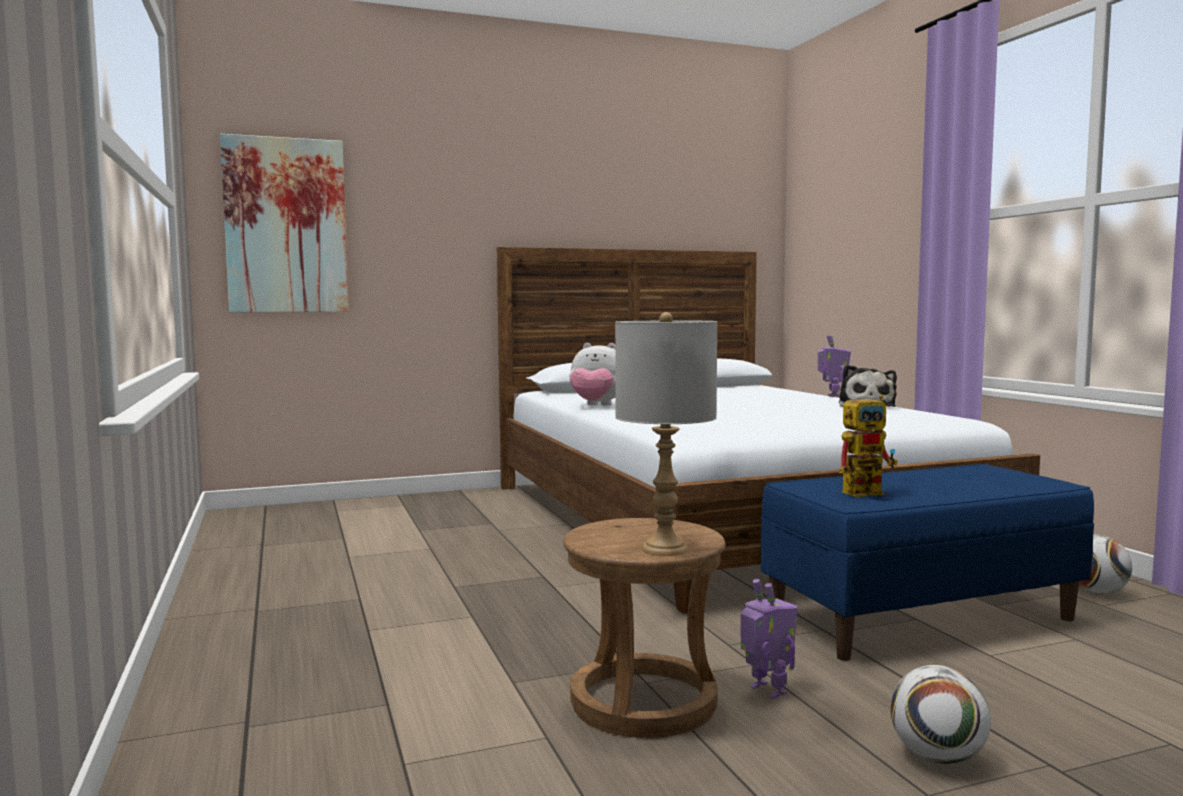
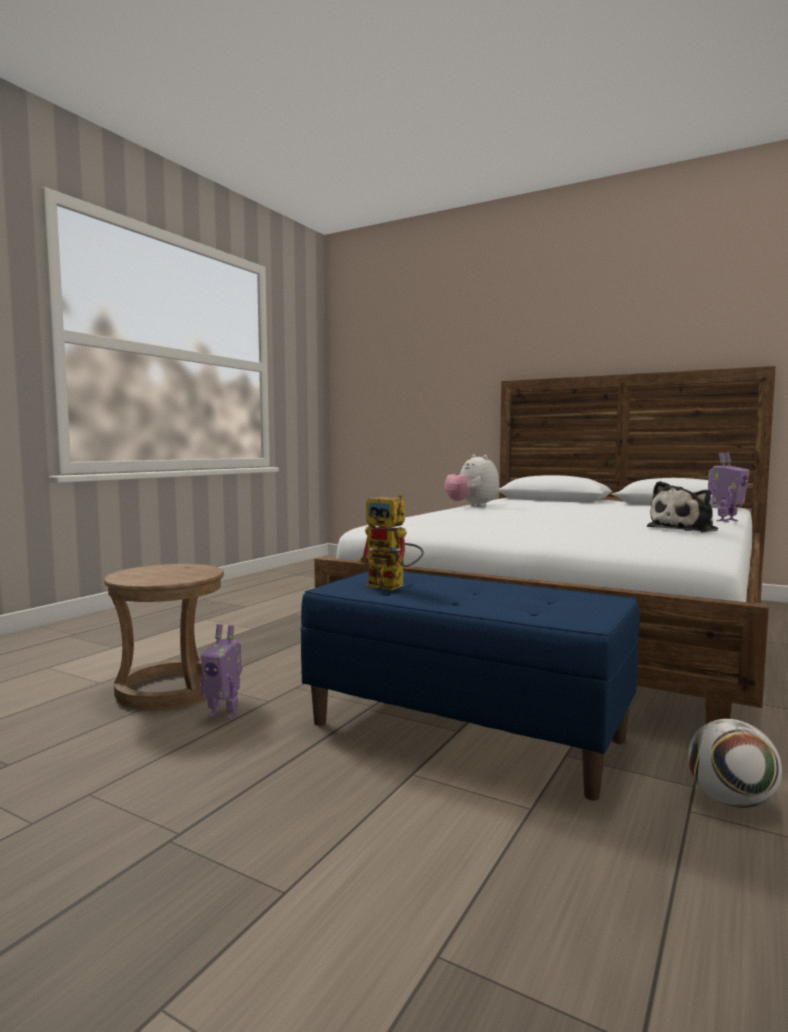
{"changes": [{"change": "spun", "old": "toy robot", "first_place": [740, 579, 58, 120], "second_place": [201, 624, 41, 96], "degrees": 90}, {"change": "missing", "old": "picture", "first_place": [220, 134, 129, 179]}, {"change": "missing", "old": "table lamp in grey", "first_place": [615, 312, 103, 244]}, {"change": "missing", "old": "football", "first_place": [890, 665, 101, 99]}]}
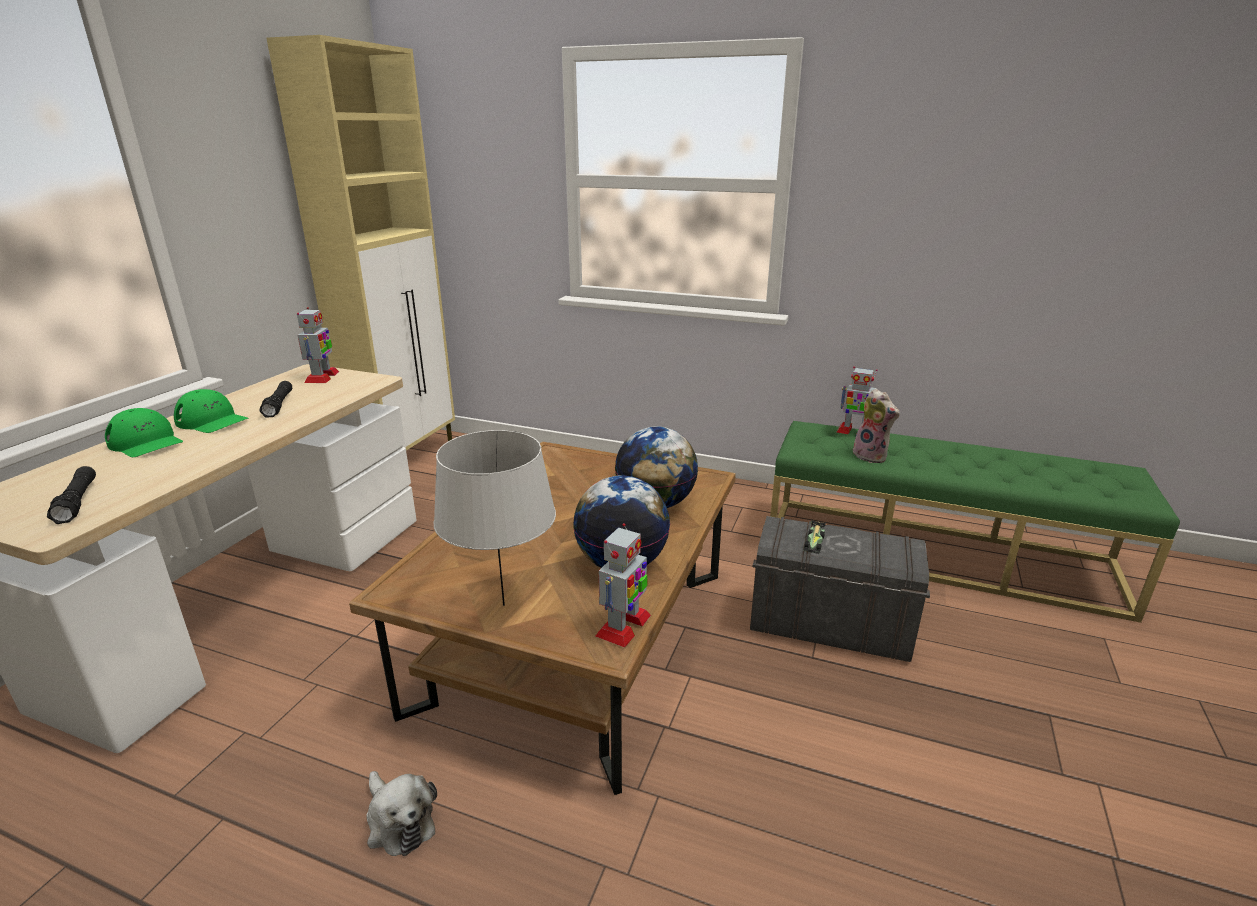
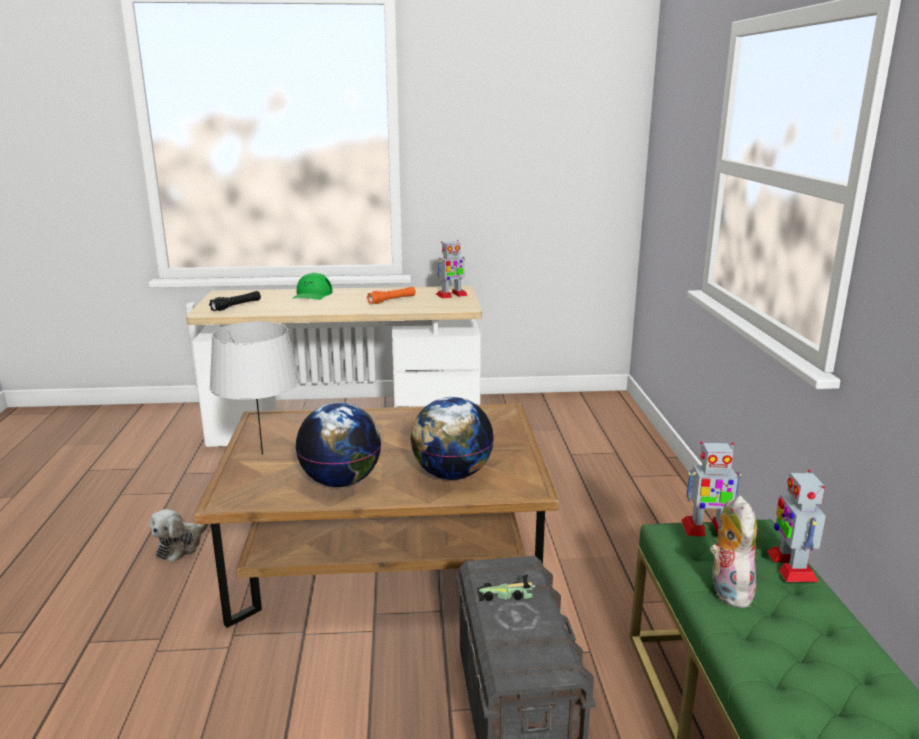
{"changes": [{"change": "colour", "old": "flashlight in black", "new": "flashlight in orange", "first_place": [259, 381, 33, 37], "second_place": [367, 287, 49, 17]}, {"change": "relocated", "old": "toy robot", "first_place": [595, 523, 56, 125], "second_place": [681, 441, 61, 95]}, {"change": "spun", "old": "plush toy", "first_place": [852, 389, 48, 74], "second_place": [710, 496, 47, 112], "degrees": 150}, {"change": "missing", "old": "cap in green", "first_place": [174, 389, 75, 44]}, {"change": "missing", "old": "cabinet in beige", "first_place": [267, 35, 188, 415]}]}
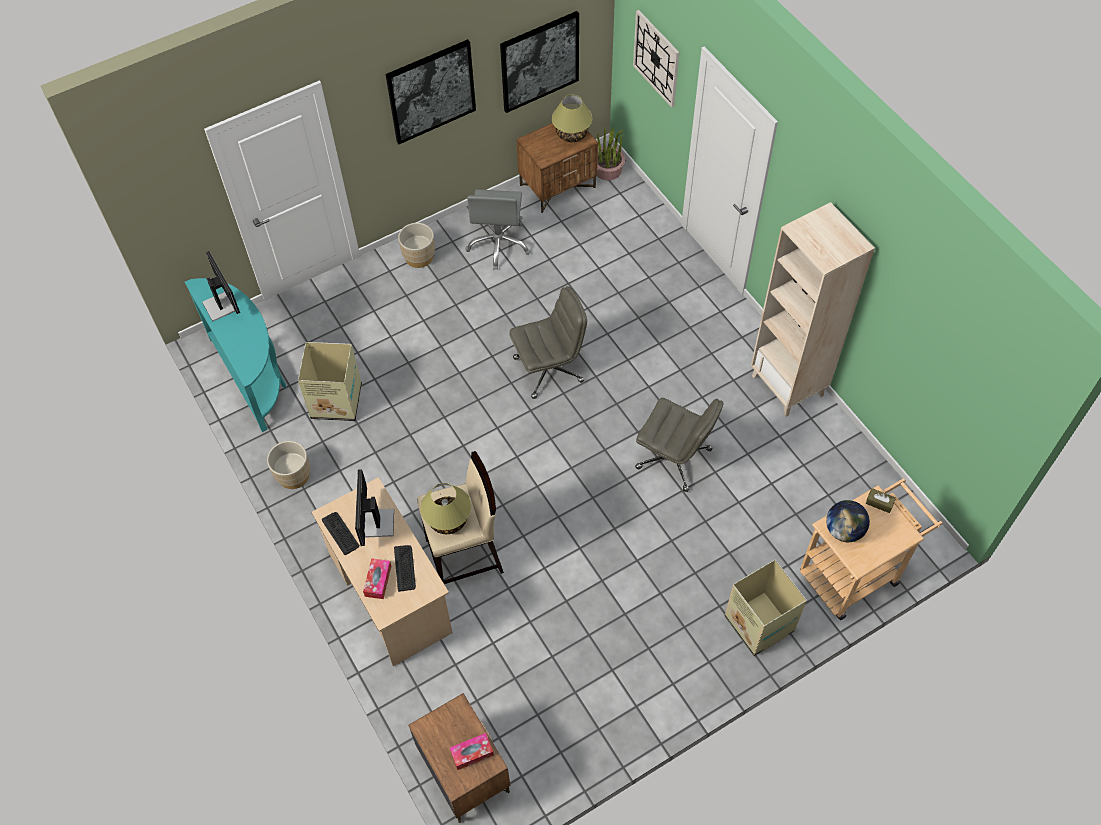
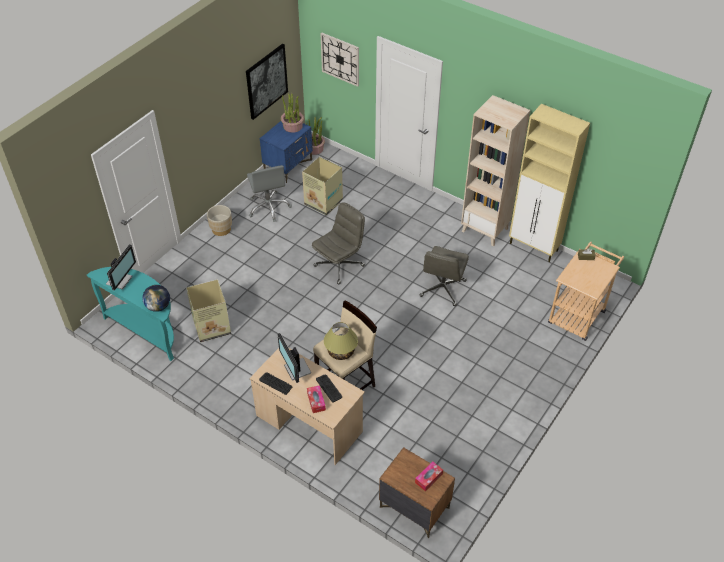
{"changes": [{"change": "spun", "old": "monitor", "first_place": [202, 251, 38, 70], "second_place": [106, 245, 30, 46], "degrees": 75}, {"change": "relocated", "old": "globe", "first_place": [826, 500, 44, 42], "second_place": [142, 285, 28, 27]}, {"change": "colour", "old": "nightstand in brown", "new": "nightstand in blue", "first_place": [516, 123, 82, 90], "second_place": [260, 121, 53, 62]}, {"change": "exchanged", "old": "table lamp", "new": "potted plant", "first_place": [552, 95, 41, 47], "second_place": [281, 93, 23, 40]}, {"change": "relocated", "old": "cardboard box", "first_place": [725, 560, 82, 96], "second_place": [302, 157, 41, 58]}, {"change": "spun", "old": "office chair in grey", "first_place": [635, 398, 89, 94], "second_place": [420, 246, 49, 60], "degrees": 105}, {"change": "appeared", "new": "cabinet in beige", "second_place": [509, 104, 81, 158]}, {"change": "missing", "old": "planter in beige", "first_place": [267, 441, 43, 48]}, {"change": "missing", "old": "picture", "first_place": [385, 39, 91, 105]}]}
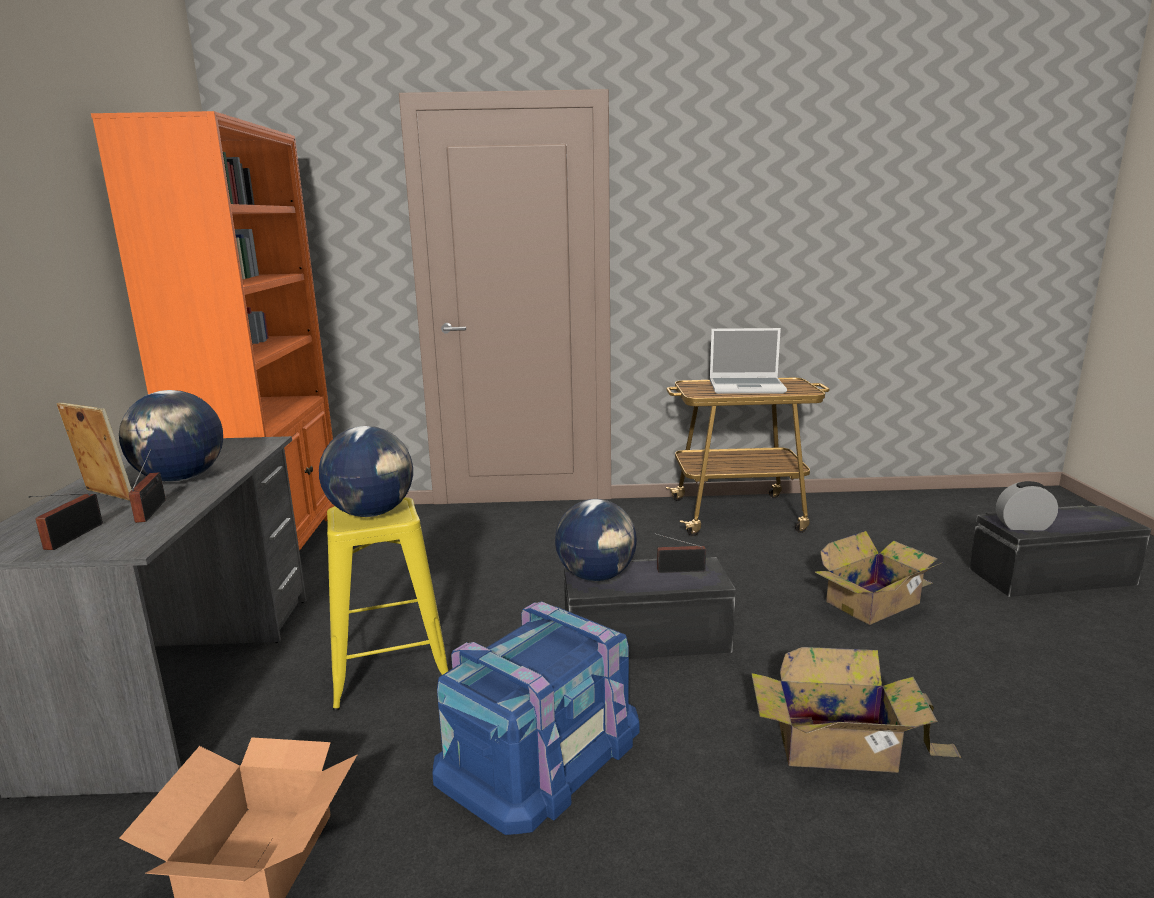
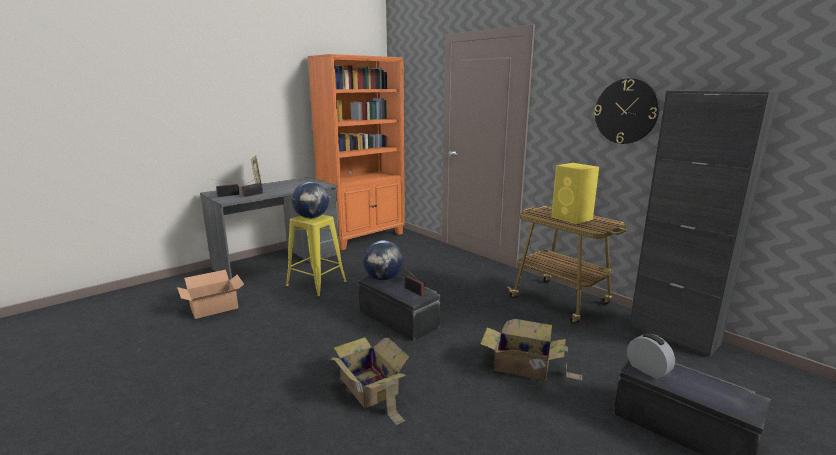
{"changes": [{"change": "exchanged", "old": "laptop", "new": "speaker in yellow", "first_place": [710, 328, 77, 66], "second_place": [551, 163, 48, 61]}, {"change": "appeared", "new": "wall clock", "second_place": [594, 78, 65, 66]}, {"change": "appeared", "new": "cabinet in black", "second_place": [629, 90, 151, 268]}, {"change": "missing", "old": "globe", "first_place": [119, 390, 104, 92]}, {"change": "missing", "old": "storage box in blue", "first_place": [433, 602, 207, 233]}]}
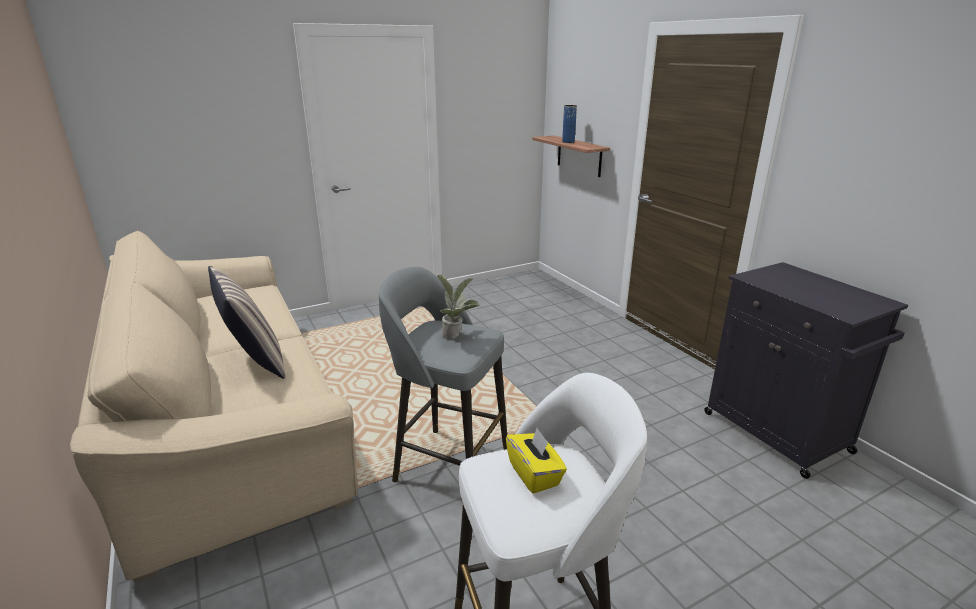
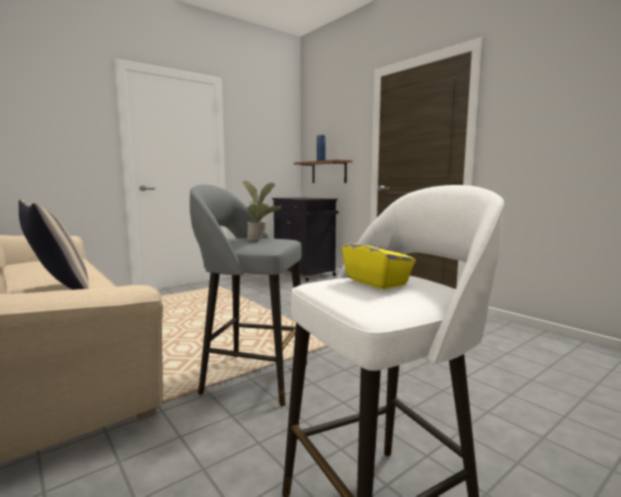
{"changes": [{"change": "relocated", "old": "cabinet in black", "first_place": [704, 262, 204, 217], "second_place": [272, 197, 67, 84]}]}
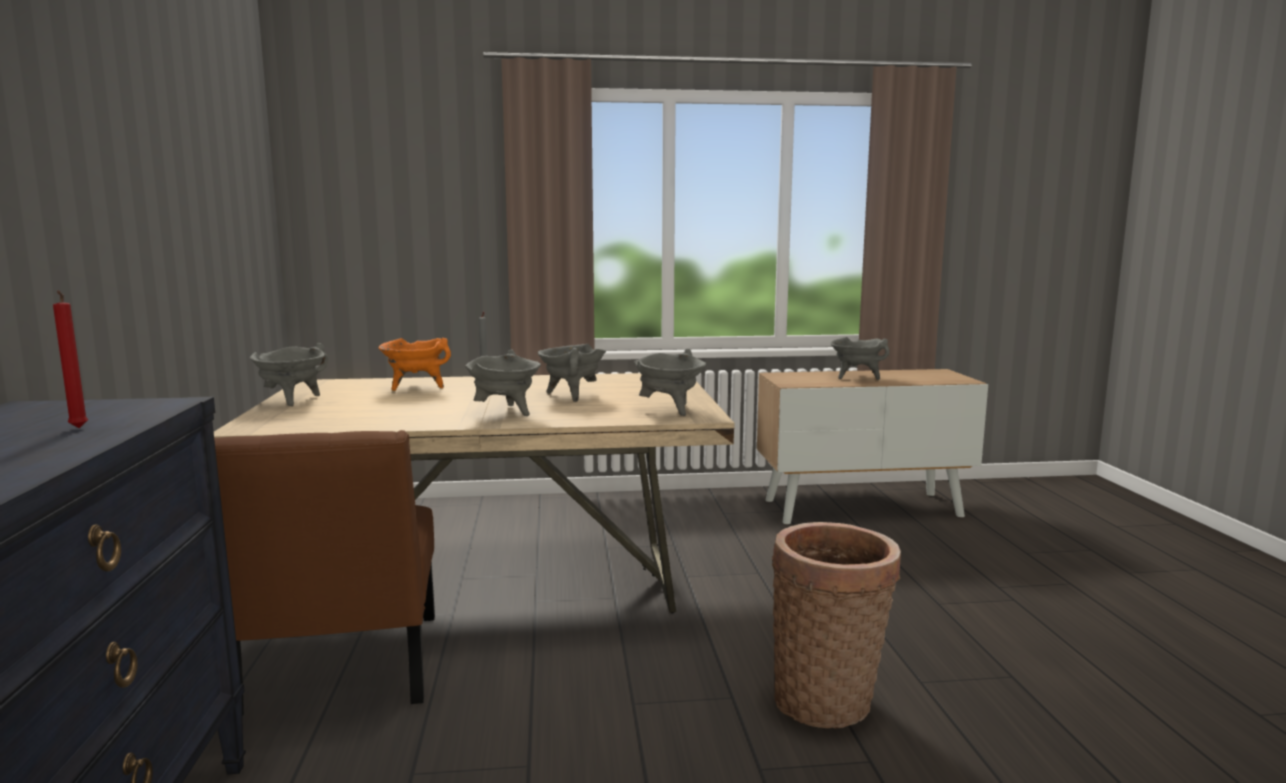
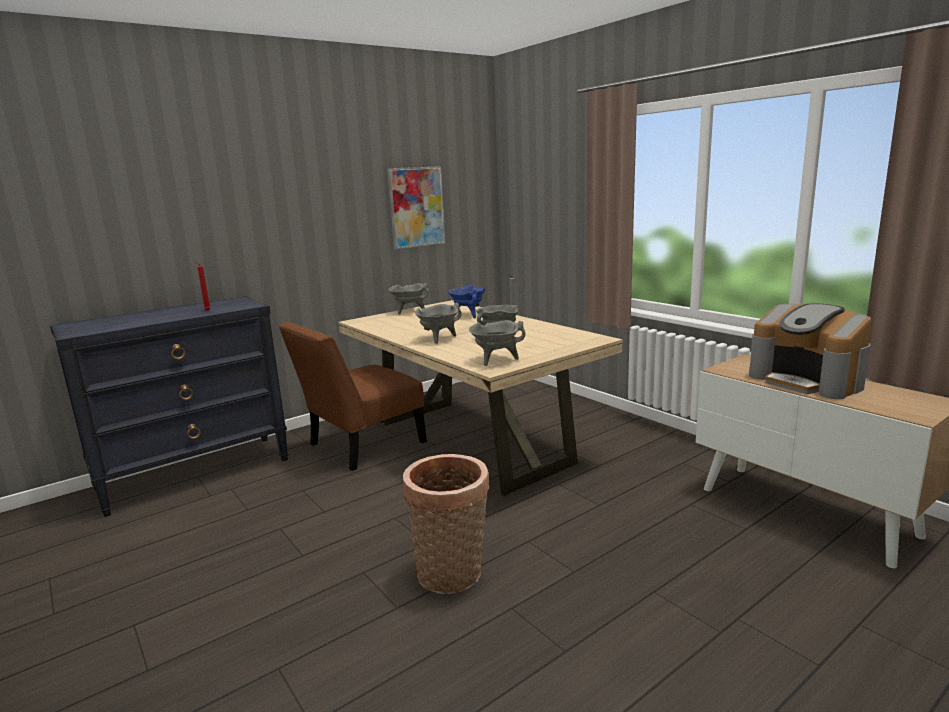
{"changes": [{"change": "appeared", "new": "picture", "second_place": [387, 166, 59, 83]}, {"change": "colour", "old": "cooking pot in orange", "new": "cooking pot in blue", "first_place": [378, 338, 73, 53], "second_place": [448, 285, 37, 33]}, {"change": "exchanged", "old": "cooking pot in grey", "new": "coffee machine", "first_place": [830, 337, 59, 43], "second_place": [749, 303, 123, 96]}]}
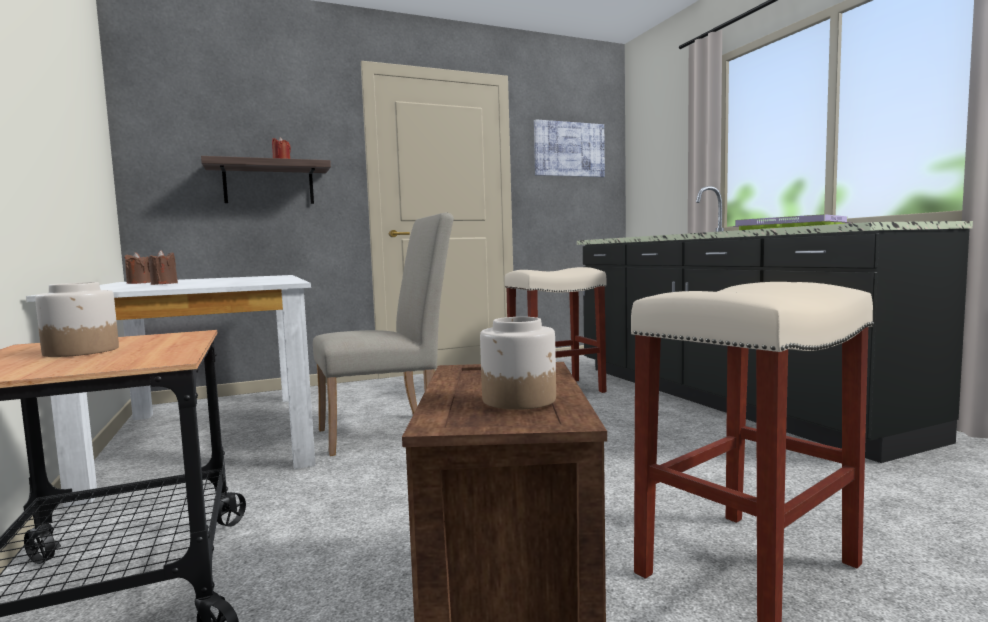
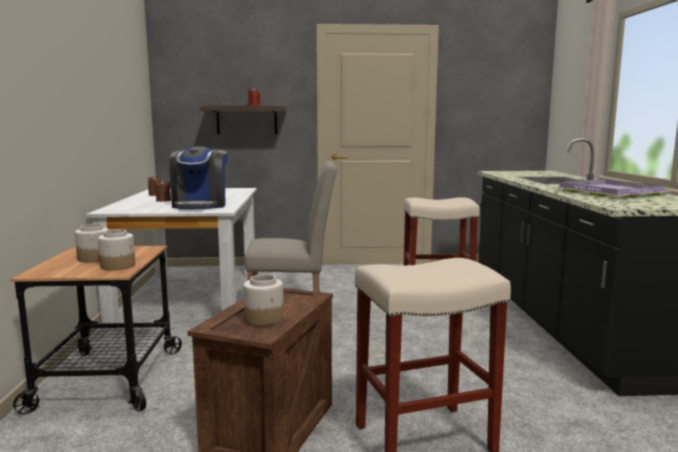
{"changes": [{"change": "appeared", "new": "jar", "second_place": [98, 229, 37, 41]}, {"change": "appeared", "new": "coffee machine", "second_place": [169, 146, 59, 63]}, {"change": "missing", "old": "picture", "first_place": [534, 119, 71, 58]}]}
